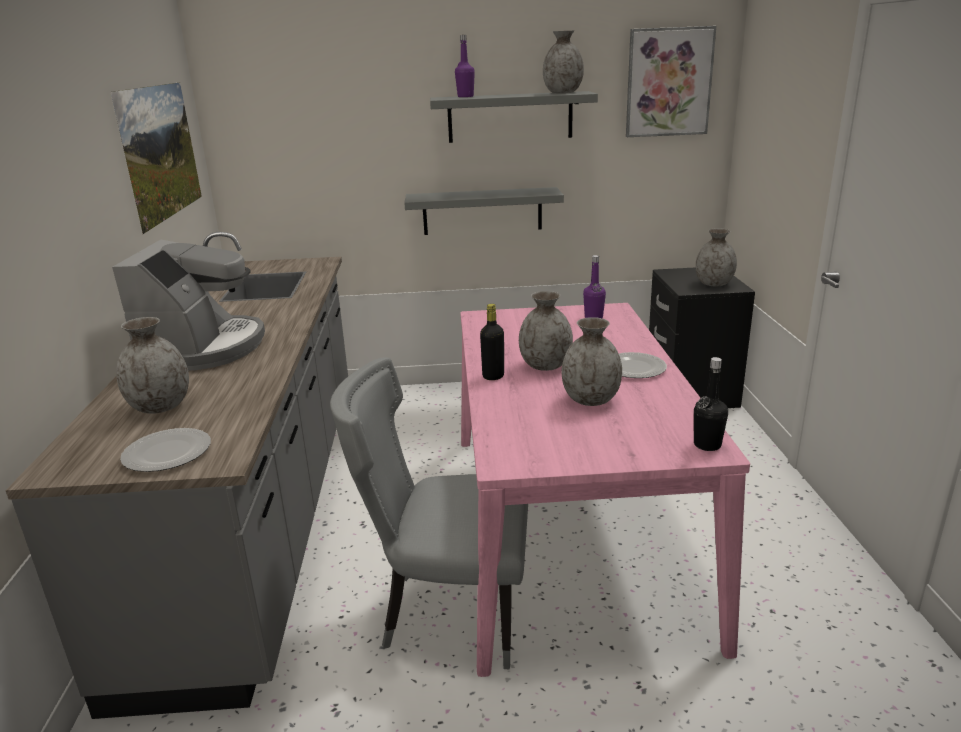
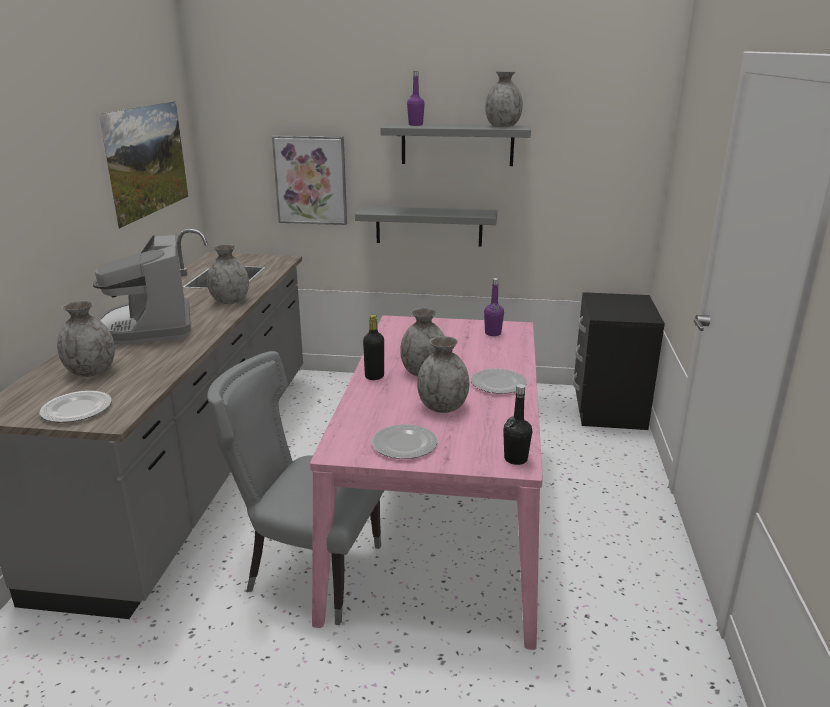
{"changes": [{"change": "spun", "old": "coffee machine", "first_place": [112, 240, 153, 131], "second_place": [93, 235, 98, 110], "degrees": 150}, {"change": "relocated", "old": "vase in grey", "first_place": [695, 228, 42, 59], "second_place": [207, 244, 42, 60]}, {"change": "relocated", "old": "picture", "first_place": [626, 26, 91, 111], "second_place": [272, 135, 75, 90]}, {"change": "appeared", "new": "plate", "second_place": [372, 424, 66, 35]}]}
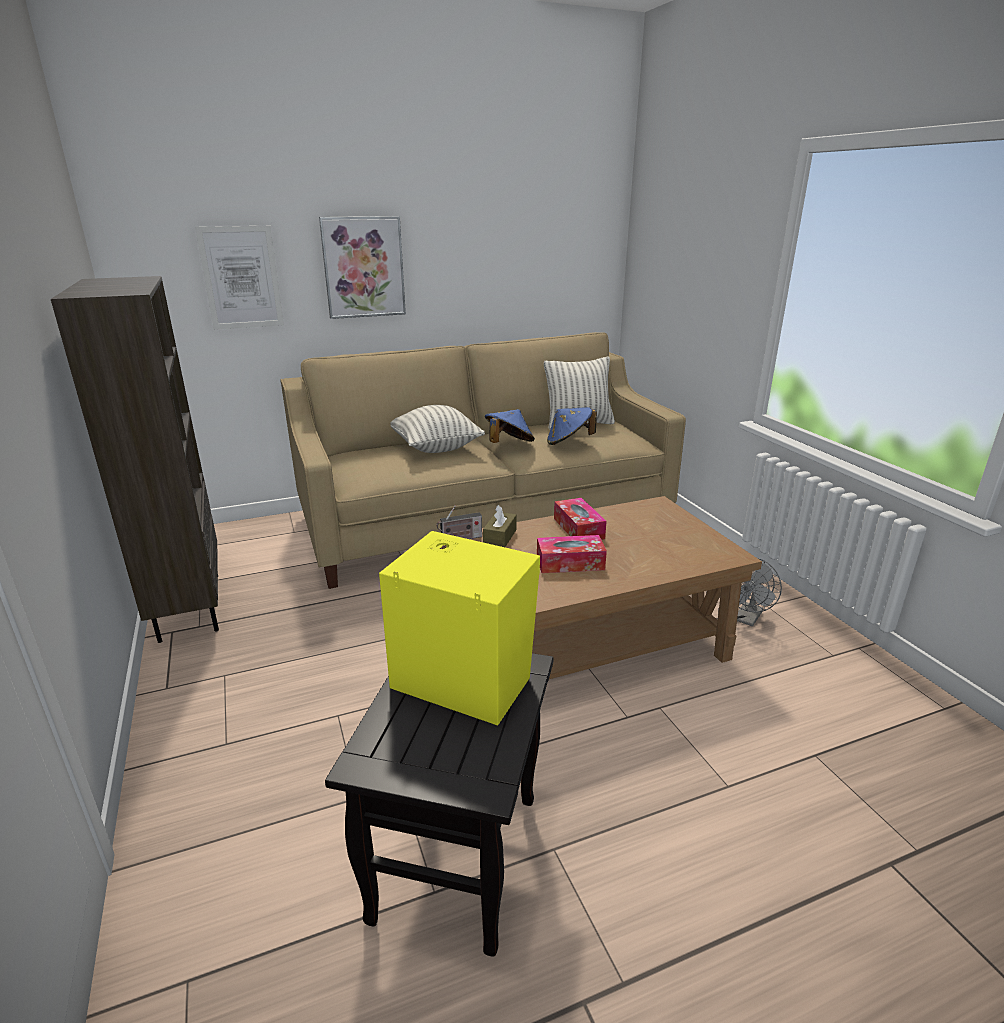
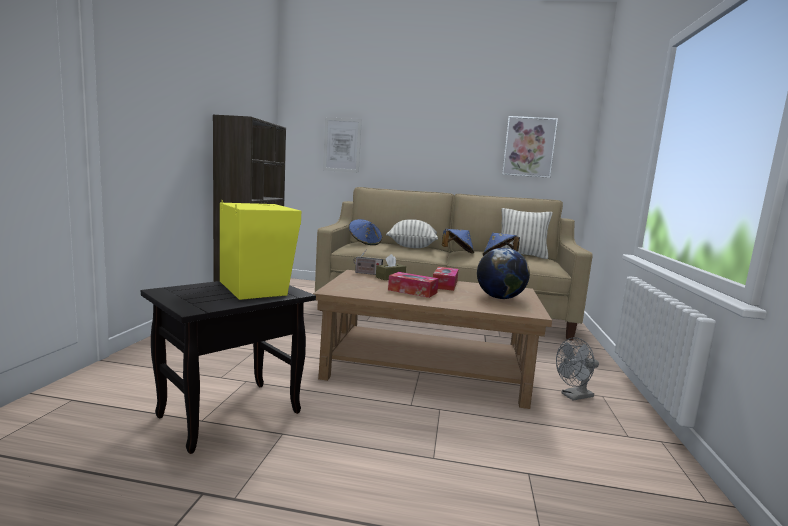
{"changes": [{"change": "appeared", "new": "hat in blue", "second_place": [349, 219, 33, 26]}, {"change": "appeared", "new": "globe", "second_place": [477, 248, 53, 51]}, {"change": "relocated", "old": "picture", "first_place": [319, 216, 87, 103], "second_place": [502, 116, 56, 62]}]}
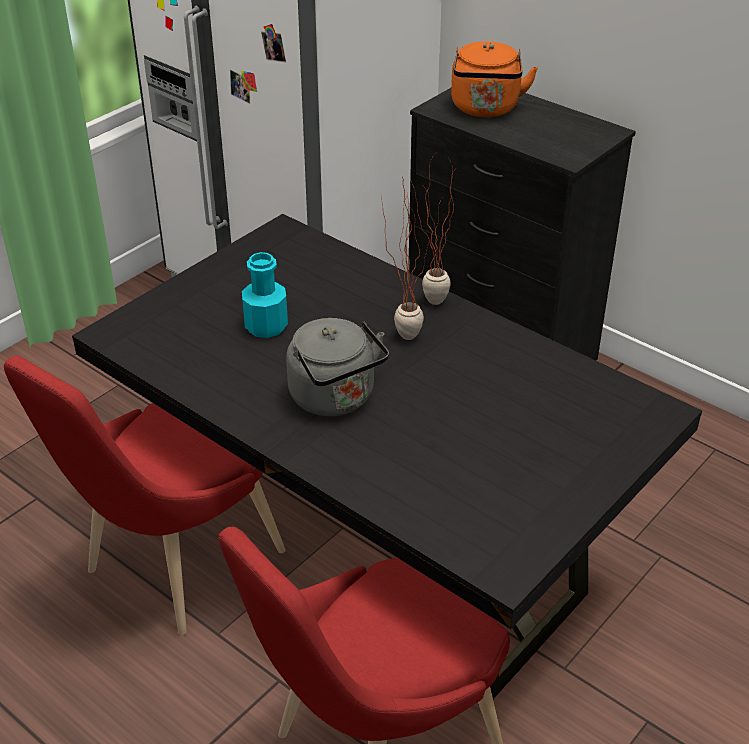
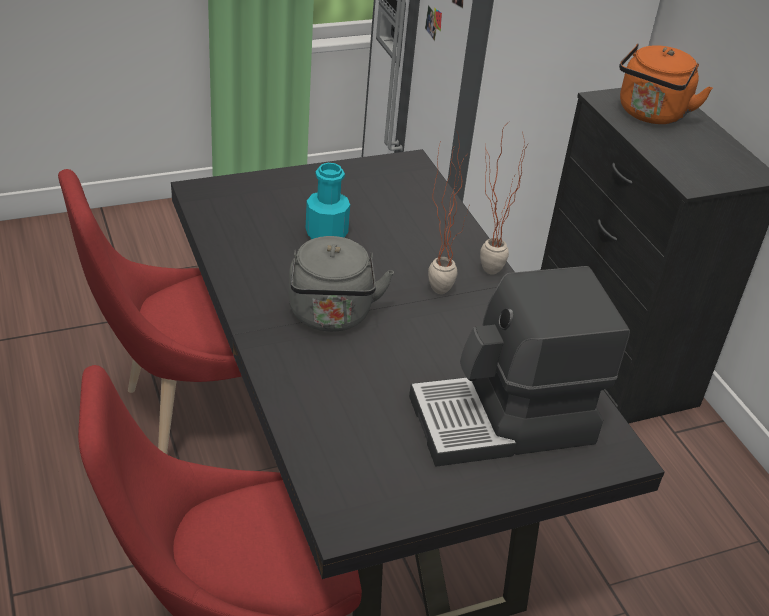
{"changes": [{"change": "appeared", "new": "coffee machine", "second_place": [409, 266, 221, 201]}]}
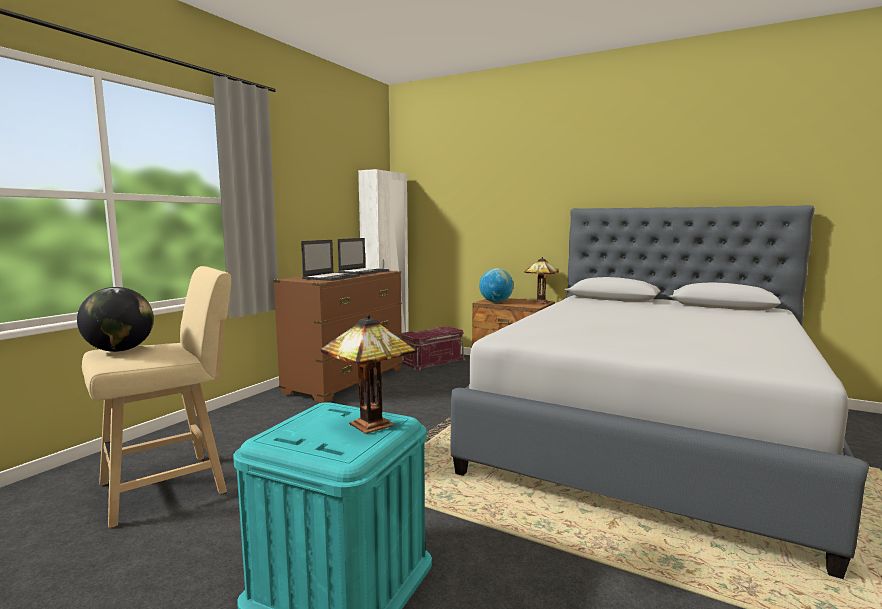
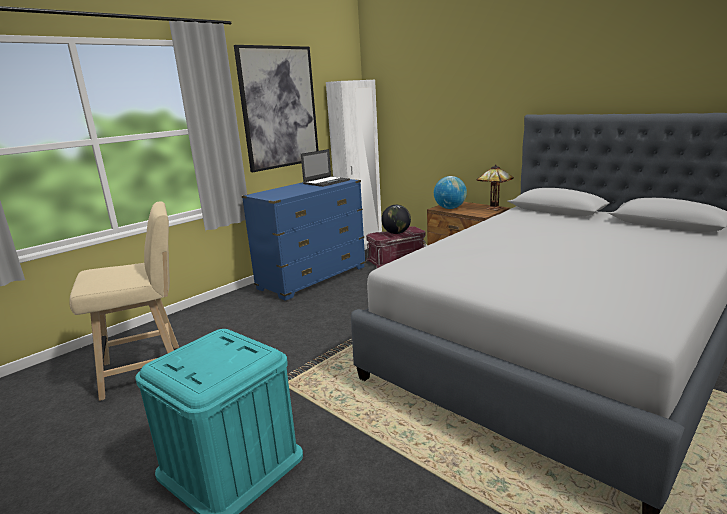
{"changes": [{"change": "appeared", "new": "picture", "second_place": [234, 45, 85, 127]}, {"change": "colour", "old": "dresser in brown", "new": "dresser in blue", "first_place": [273, 271, 130, 132], "second_place": [242, 179, 124, 122]}, {"change": "relocated", "old": "globe", "first_place": [77, 287, 77, 65], "second_place": [381, 205, 30, 29]}, {"change": "missing", "old": "laptop", "first_place": [301, 240, 59, 41]}, {"change": "missing", "old": "table lamp", "first_place": [321, 314, 96, 120]}]}
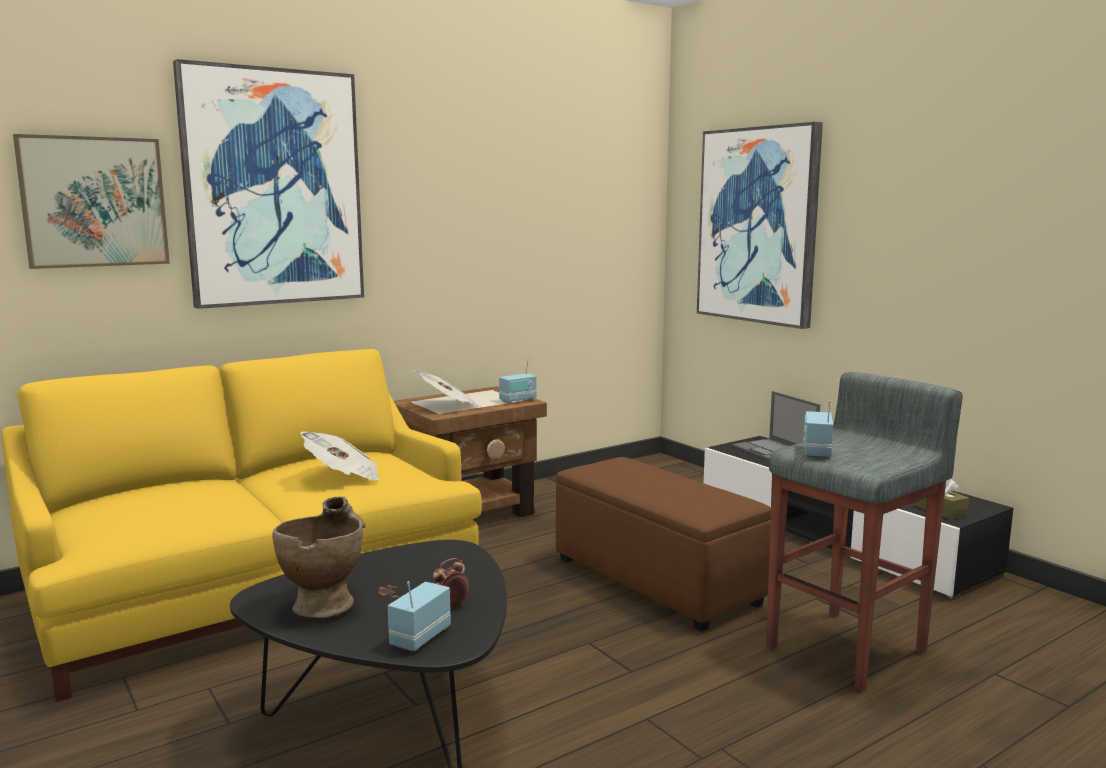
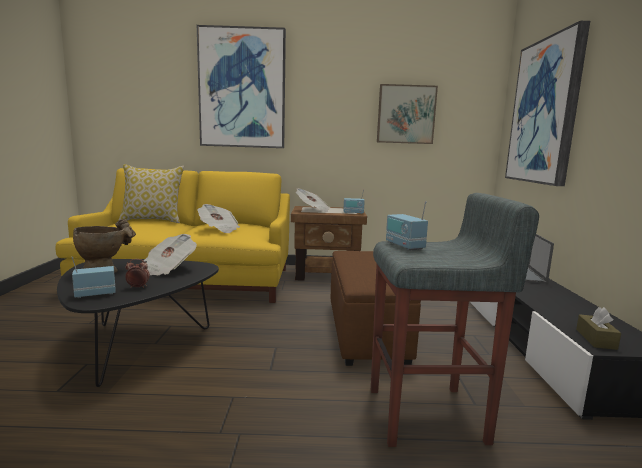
{"changes": [{"change": "appeared", "new": "pillow", "second_place": [118, 164, 66, 59]}, {"change": "appeared", "new": "newspaper", "second_place": [144, 234, 53, 41]}, {"change": "relocated", "old": "picture", "first_place": [13, 134, 157, 135], "second_place": [377, 84, 61, 60]}, {"change": "spun", "old": "radio", "first_place": [803, 400, 30, 58], "second_place": [386, 201, 42, 49], "degrees": -75}]}
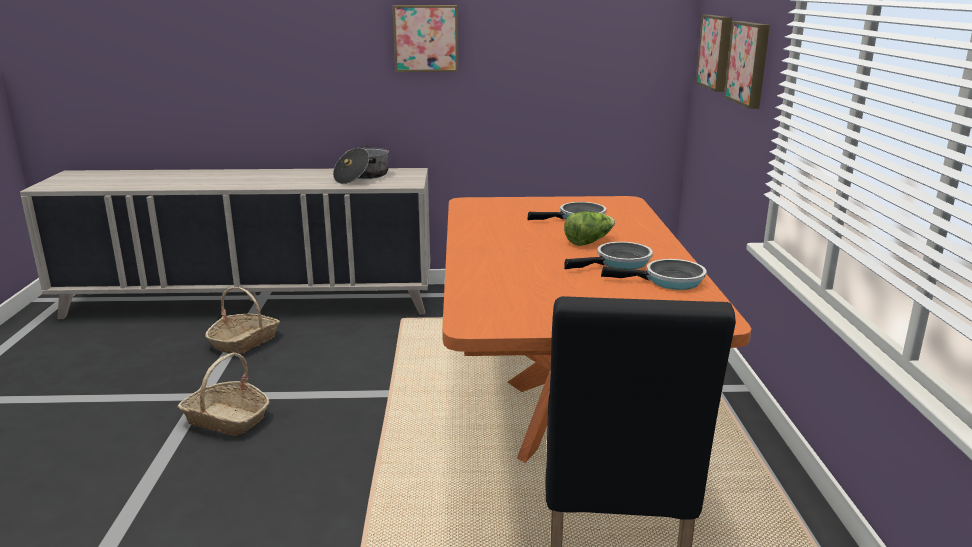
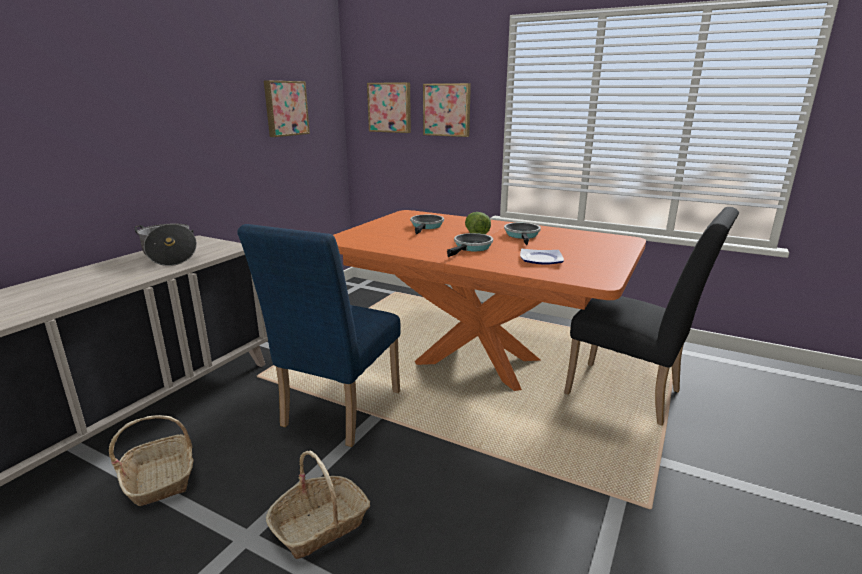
{"changes": [{"change": "appeared", "new": "chair in blue", "second_place": [237, 224, 164, 223]}, {"change": "relocated", "old": "picture", "first_place": [393, 5, 65, 67], "second_place": [264, 80, 46, 57]}, {"change": "relocated", "old": "frying pan", "first_place": [601, 259, 106, 31], "second_place": [447, 233, 46, 24]}, {"change": "appeared", "new": "plate", "second_place": [520, 249, 44, 16]}]}
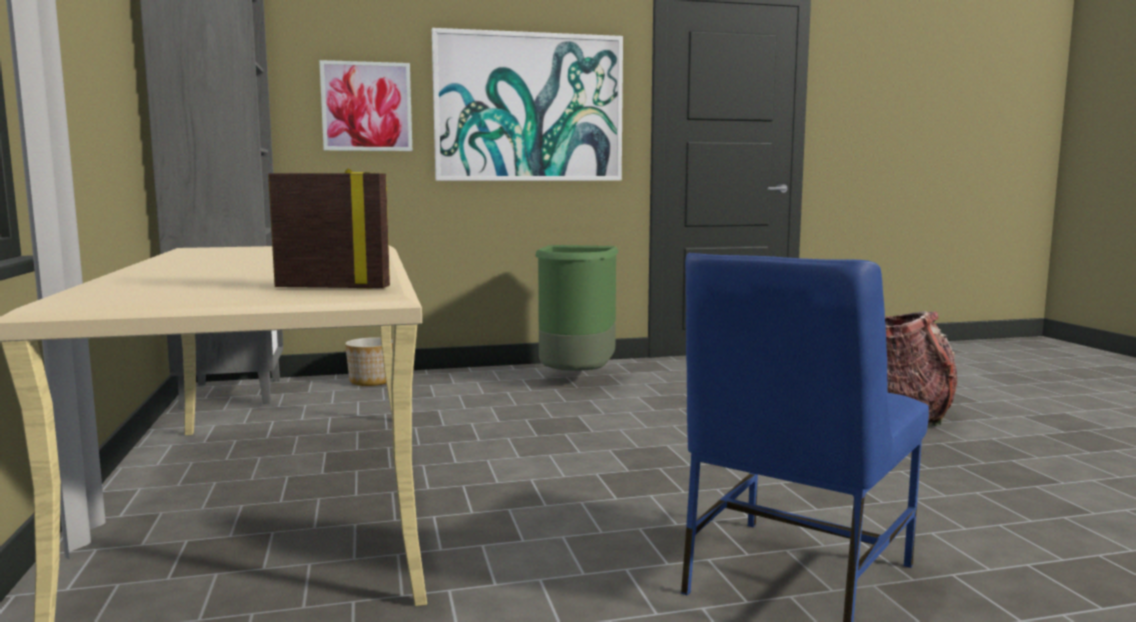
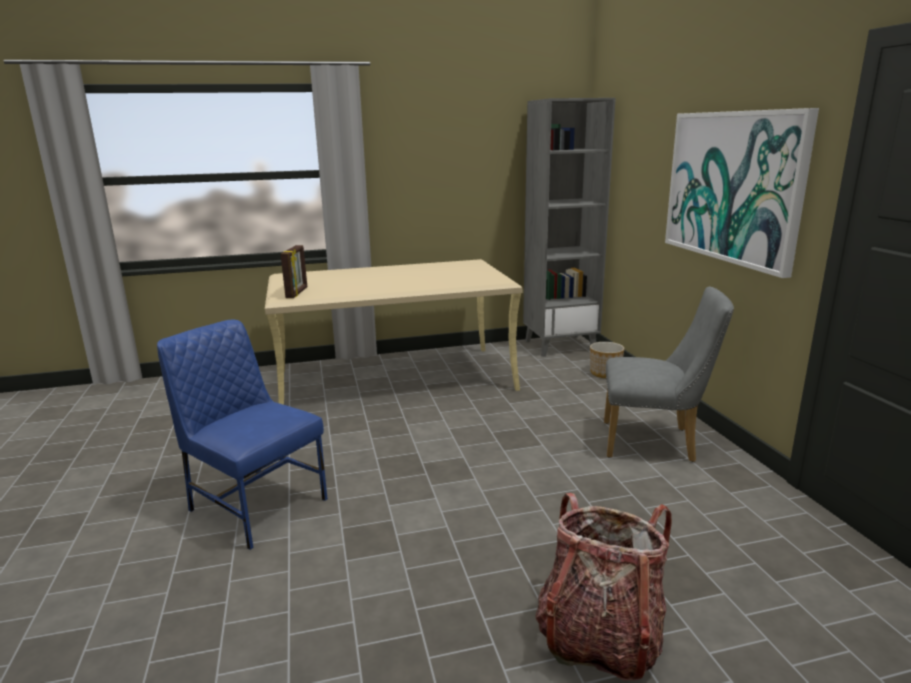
{"changes": [{"change": "exchanged", "old": "trash can in green", "new": "chair in grey", "first_place": [535, 245, 84, 126], "second_place": [604, 287, 130, 175]}, {"change": "missing", "old": "picture", "first_place": [319, 60, 93, 91]}]}
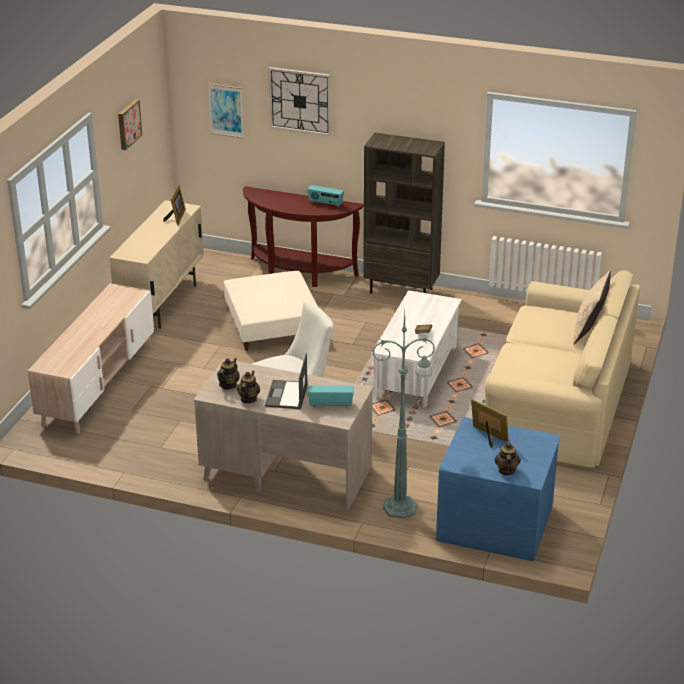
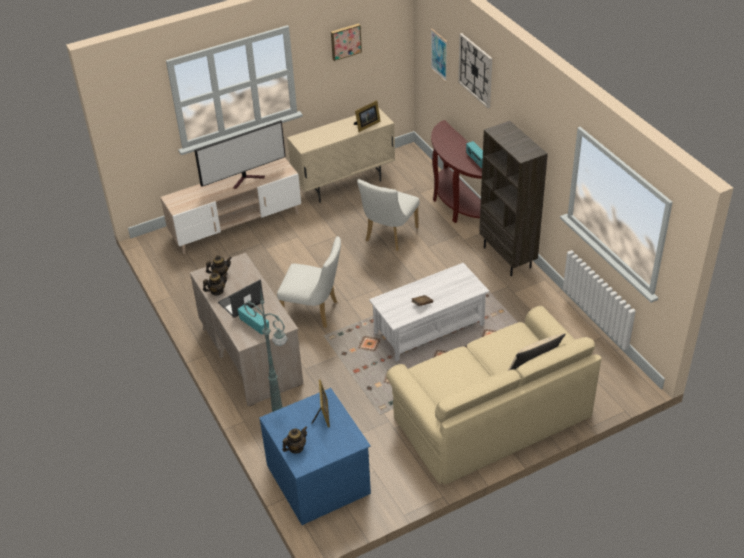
{"changes": [{"change": "appeared", "new": "television", "second_place": [194, 120, 92, 69]}, {"change": "exchanged", "old": "ottoman in beige", "new": "chair in white", "first_place": [224, 271, 94, 80], "second_place": [357, 179, 63, 72]}]}
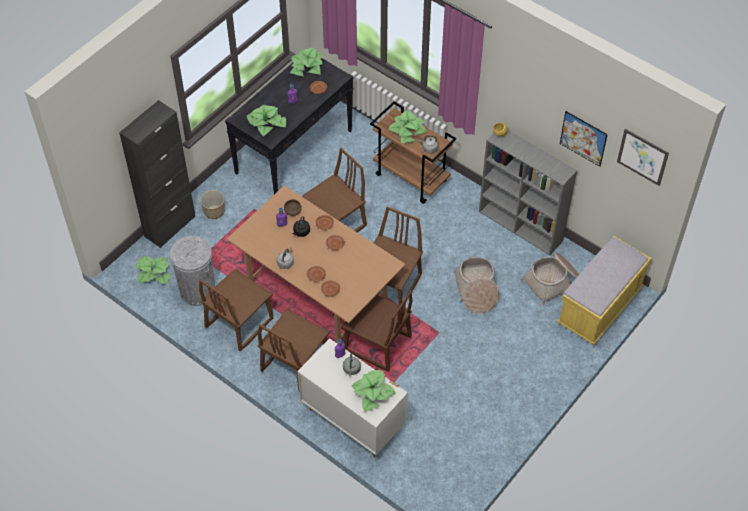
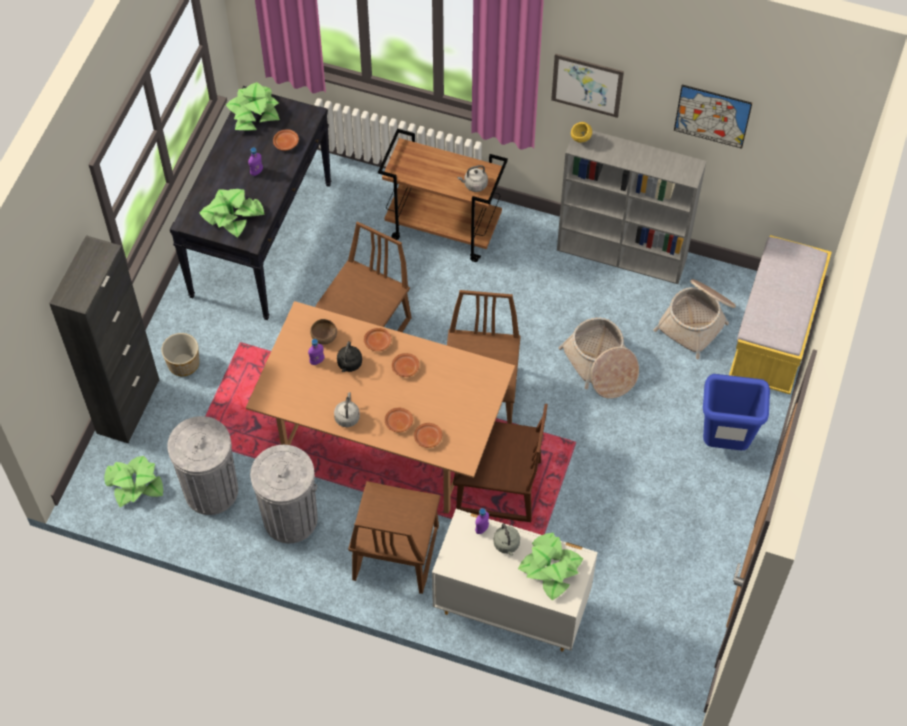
{"changes": [{"change": "exchanged", "old": "chair in brown", "new": "trash can in grey", "first_place": [199, 269, 74, 83], "second_place": [250, 445, 68, 99]}, {"change": "relocated", "old": "picture", "first_place": [617, 129, 52, 57], "second_place": [551, 54, 73, 64]}, {"change": "appeared", "new": "trash can in blue", "second_place": [703, 374, 67, 76]}, {"change": "missing", "old": "potted plant", "first_place": [388, 110, 39, 33]}]}
